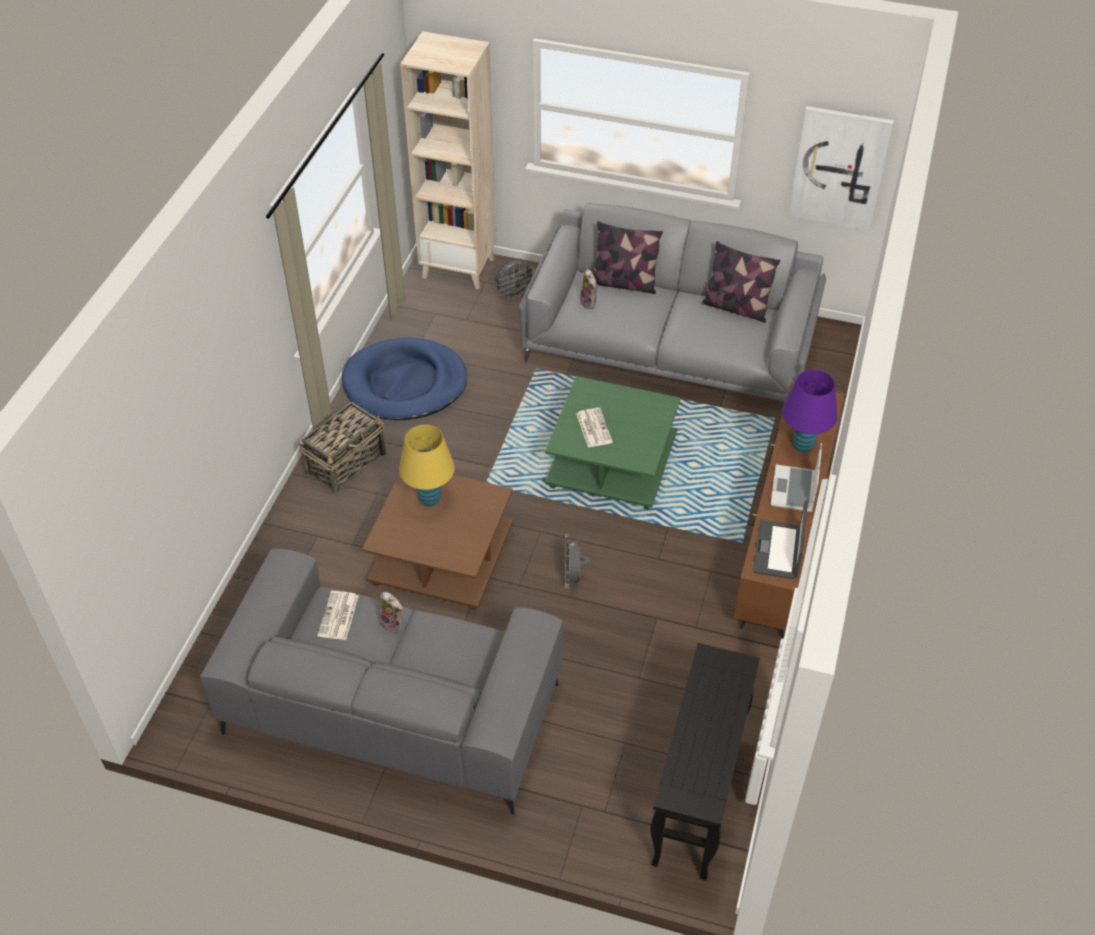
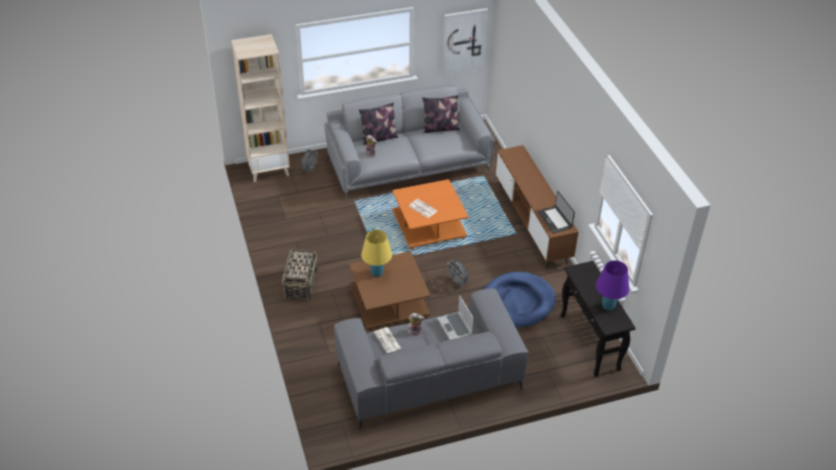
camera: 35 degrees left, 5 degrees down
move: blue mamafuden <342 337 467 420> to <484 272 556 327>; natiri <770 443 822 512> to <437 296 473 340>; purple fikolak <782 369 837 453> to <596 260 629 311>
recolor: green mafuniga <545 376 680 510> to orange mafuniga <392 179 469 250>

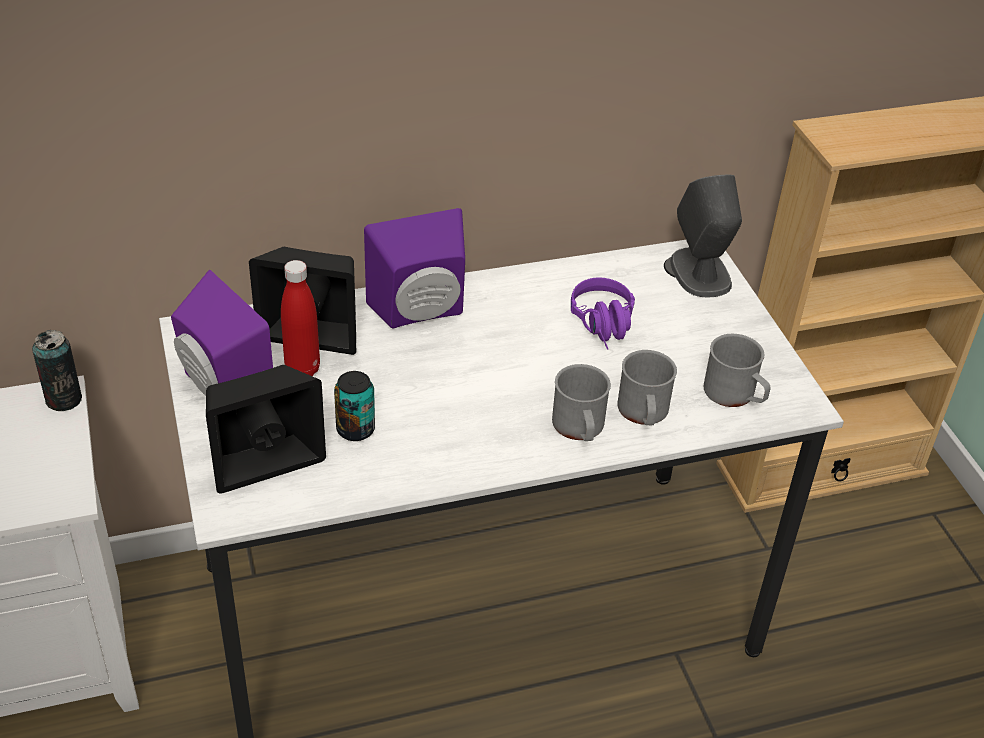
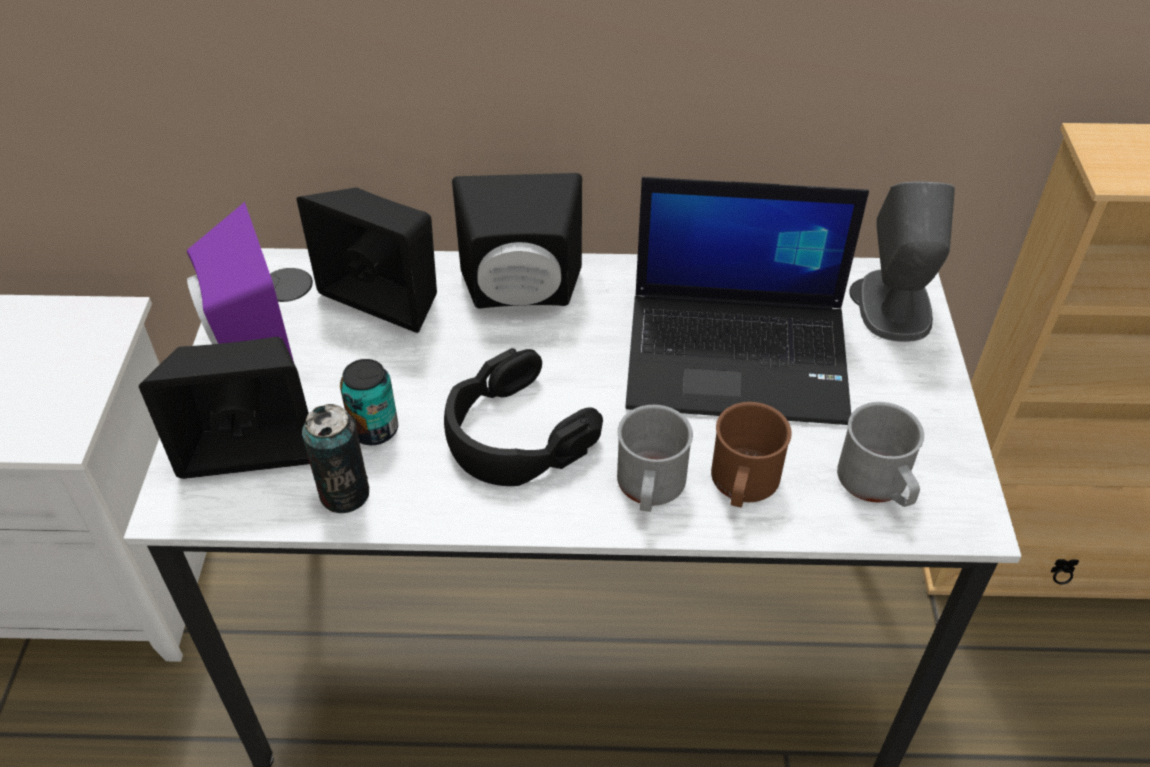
camera: 20 degrees right, 5 degrees up
delete: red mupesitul <281 260 320 376>
insert: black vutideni <444 348 603 486>
move: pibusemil <32 330 82 411> to <302 404 369 513>
replace: purple vutideni <571 278 635 350> to natiri <625 177 869 425>
recolor: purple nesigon <364 208 465 328> to black nesigon <452 173 582 309>; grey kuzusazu <617 350 677 425> to brown kuzusazu <711 402 792 507>

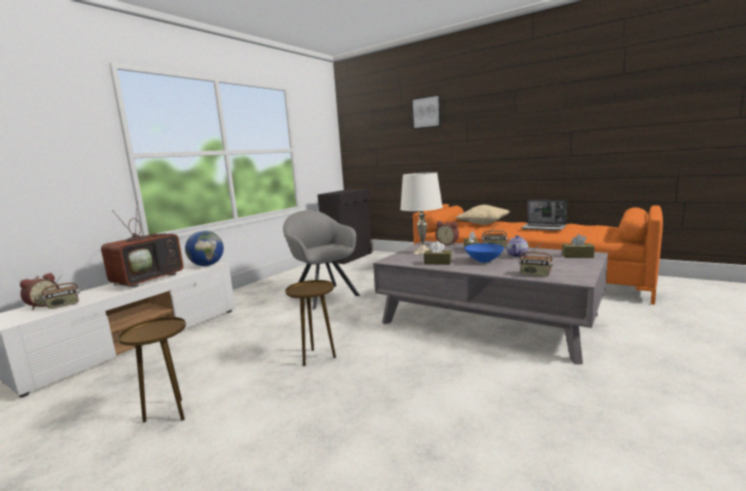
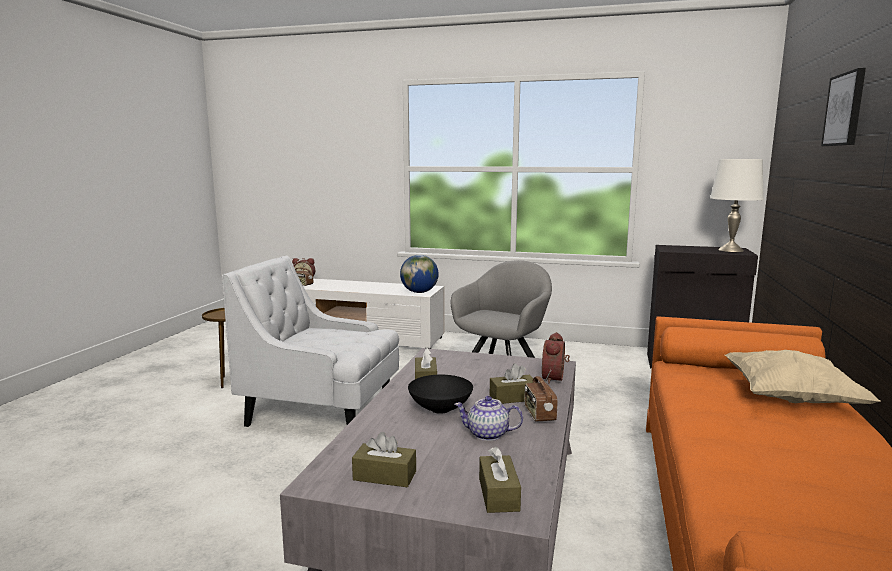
camera: 70 degrees right, 0 degrees up
delete: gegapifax <101 201 183 287>; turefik <519 242 553 277>; natiri <521 200 567 231>
insert: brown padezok <352 432 416 487>
move: white fikolak <400 172 443 255> to <710 159 764 252>
replace: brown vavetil <285 280 336 366> to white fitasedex <222 256 399 427>
recolor: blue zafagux <465 243 504 263> to black zafagux <408 375 473 414>

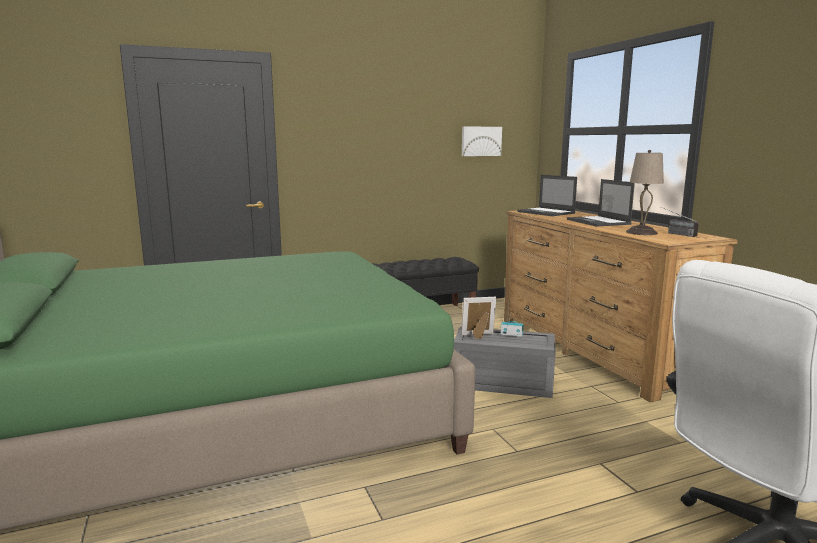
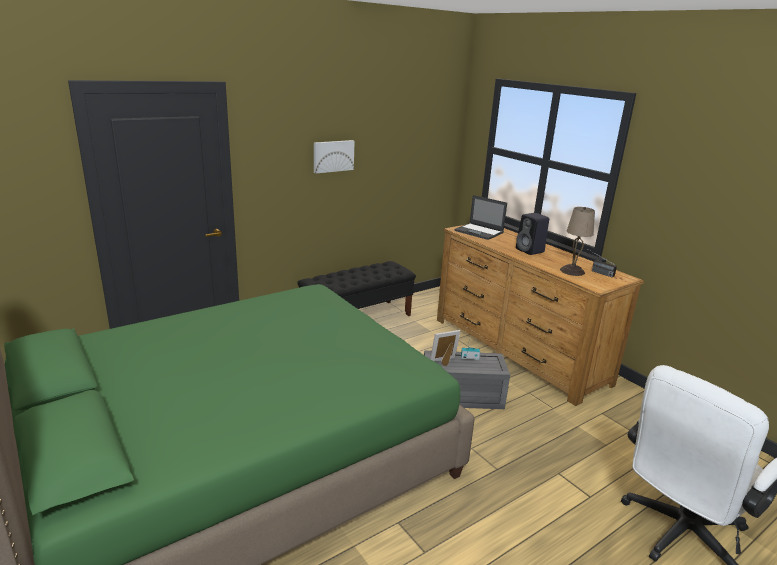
camera: 15 degrees left, 10 degrees up
move: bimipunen <462 126 502 156> to <314 140 355 173>
replace: natiri <567 179 635 227> to black nesigon <516 213 549 255>

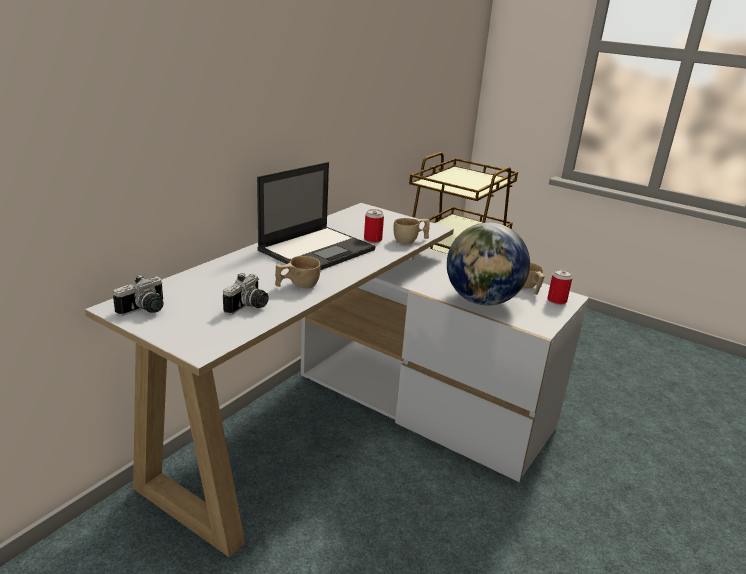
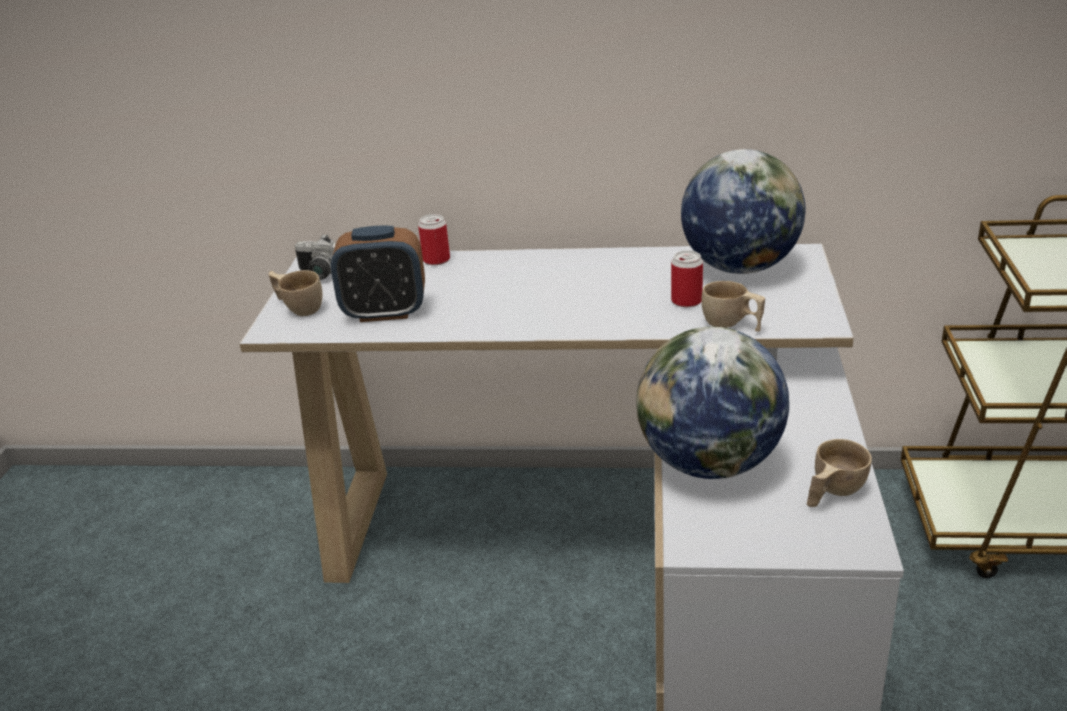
camera: 65 degrees right, 5 degrees up
delete: natiri <257 162 375 270>
insert: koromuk <681 149 806 274>
move: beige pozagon <275 256 321 288> to <269 270 322 316>; pibusemil <548 269 573 305> to <418 214 450 265>
replace: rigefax <223 273 269 315> to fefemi <331 226 425 322>

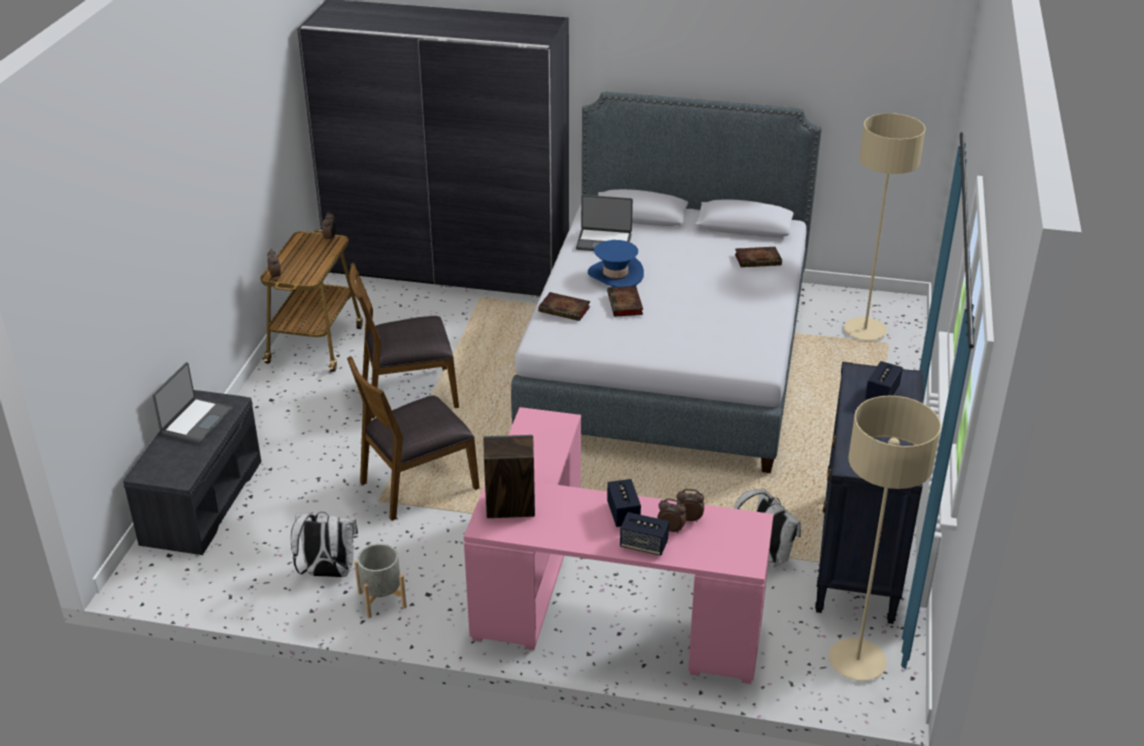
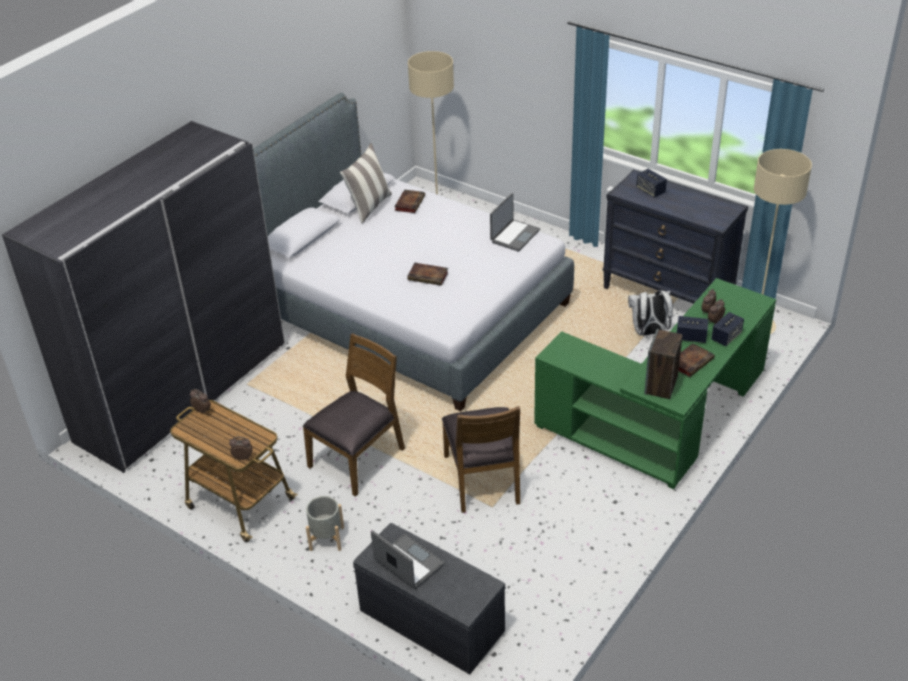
camera: 65 degrees left, 5 degrees up
delete: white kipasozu <291 512 358 577>; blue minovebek <588 240 644 287>
insert: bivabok <340 143 392 224>
move: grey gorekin <354 544 407 618> to <306 496 344 551>; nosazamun <538 292 590 321> to <678 343 715 377>; natiri <576 195 633 251> to <490 193 540 252>
recolor: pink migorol <464 407 774 684> to green migorol <534 278 776 489>
rotate: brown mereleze <349 263 459 419> = <303 333 405 497> 150 degrees counterclockwise

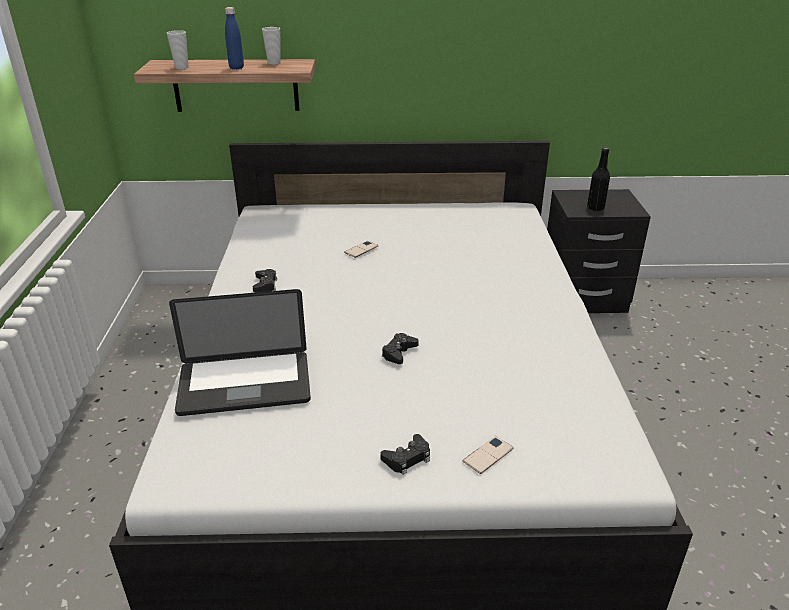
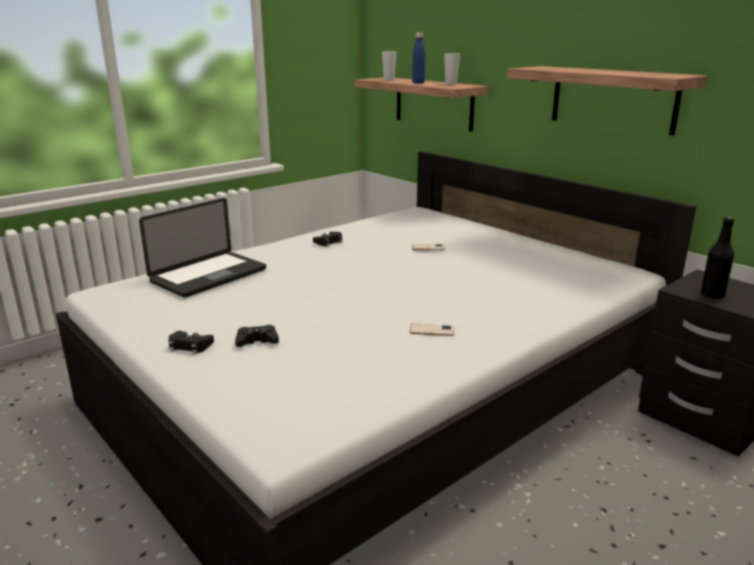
camera: 50 degrees right, 10 degrees down
insert: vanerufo <507 66 708 136>
move: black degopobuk <382 333 419 364> to <235 325 279 347>; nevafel <463 436 514 474> to <410 324 454 336>
rotate: natiri <169 289 311 416> = <139 198 266 298> 90 degrees counterclockwise

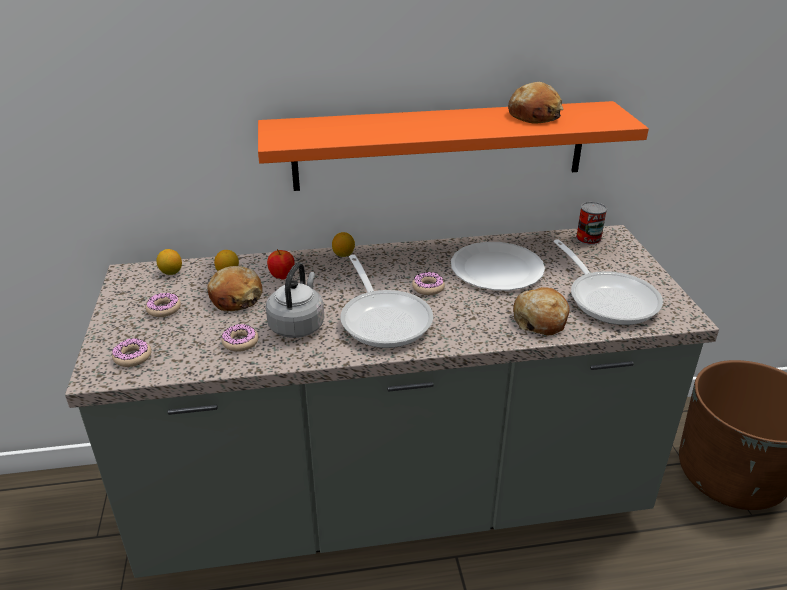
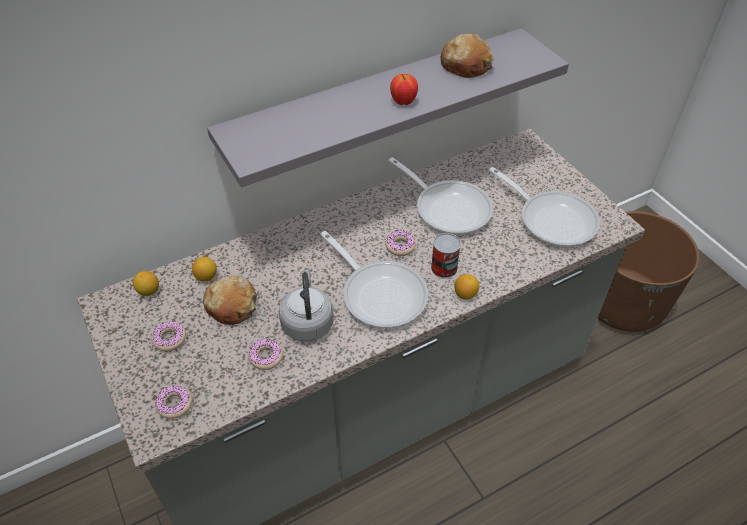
camera: 20 degrees left, 15 degrees up
delete: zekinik <513 287 570 335>
move: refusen <267 249 294 280> to <390 74 418 105>; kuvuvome <332 232 355 257> to <455 274 479 300>; pibusemil <576 202 607 245> to <431 233 461 278>
replace: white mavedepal <451 242 545 291> to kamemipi <389 157 493 235>
recolor: orange vanerufo <258 101 649 191> to grey vanerufo <207 28 569 187>

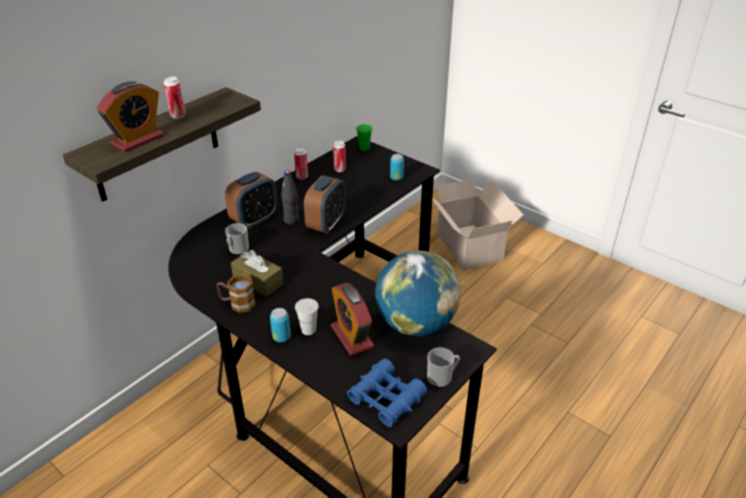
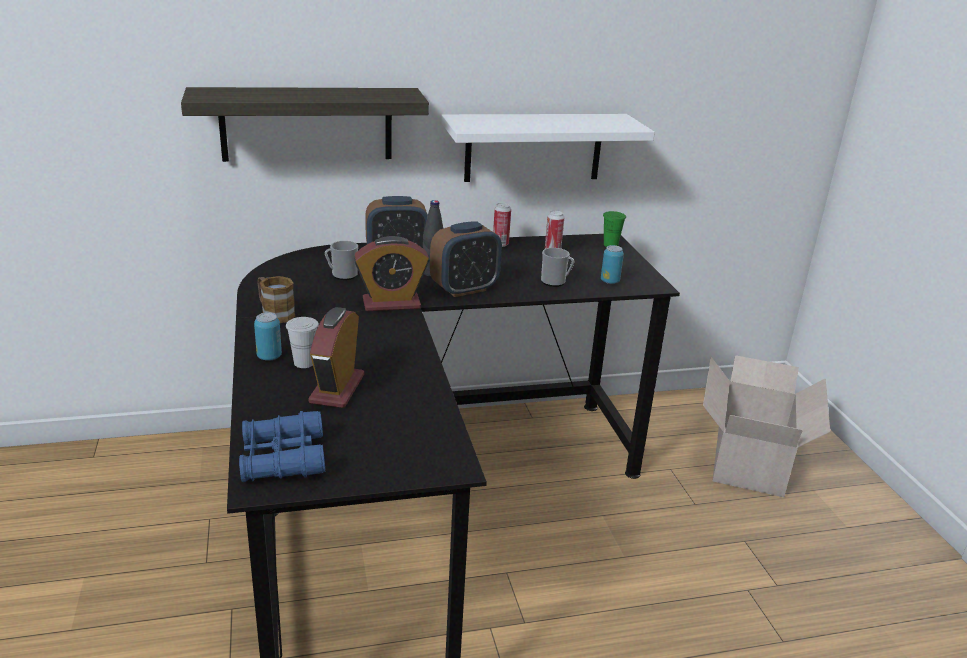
camera: 35 degrees right, 10 degrees down
delete: pibusemil <163 76 185 119>; brown padezok <231 250 284 297>; koromuk <375 251 461 336>
insert: white vanerufo <441 114 655 182>
move: fefemi <97 81 164 152> to <354 236 429 311>; kuzusazu <427 347 460 388> to <541 248 575 287>

